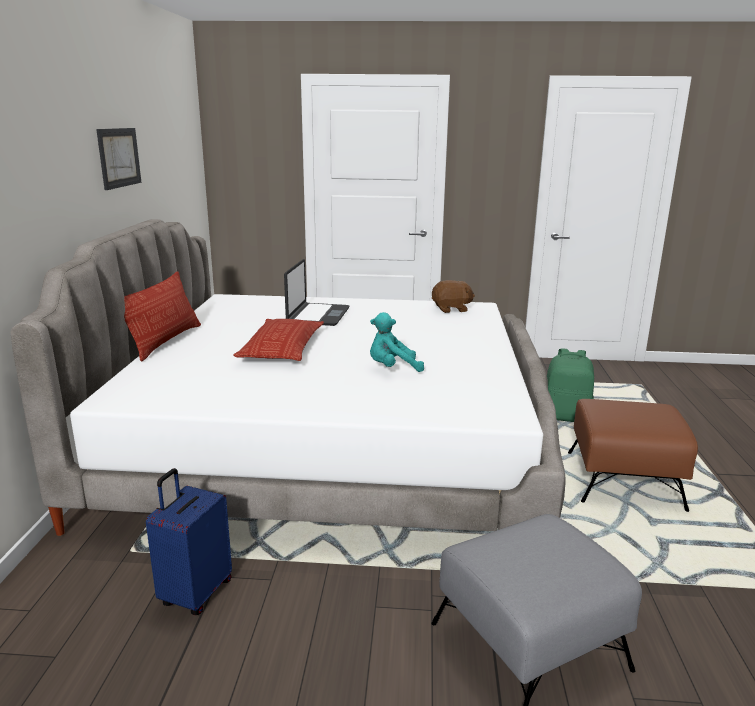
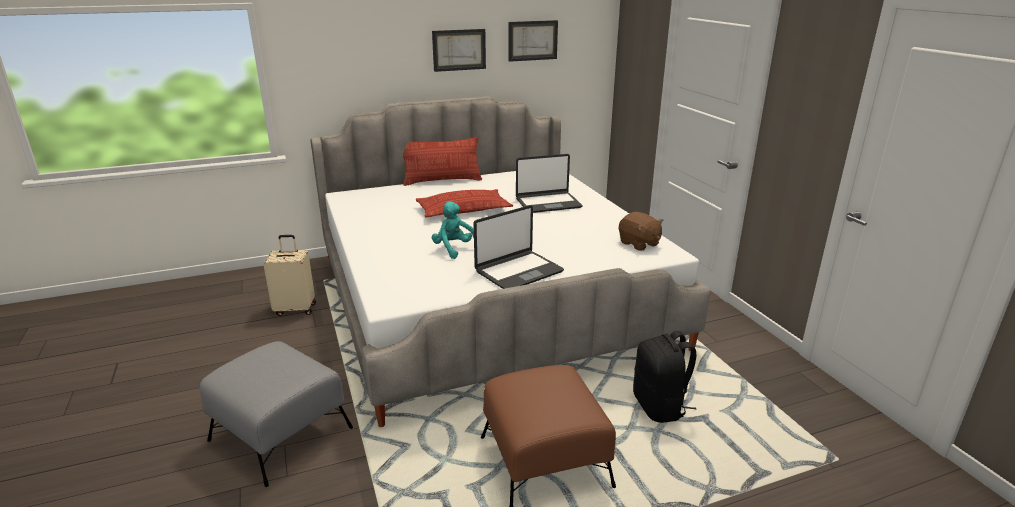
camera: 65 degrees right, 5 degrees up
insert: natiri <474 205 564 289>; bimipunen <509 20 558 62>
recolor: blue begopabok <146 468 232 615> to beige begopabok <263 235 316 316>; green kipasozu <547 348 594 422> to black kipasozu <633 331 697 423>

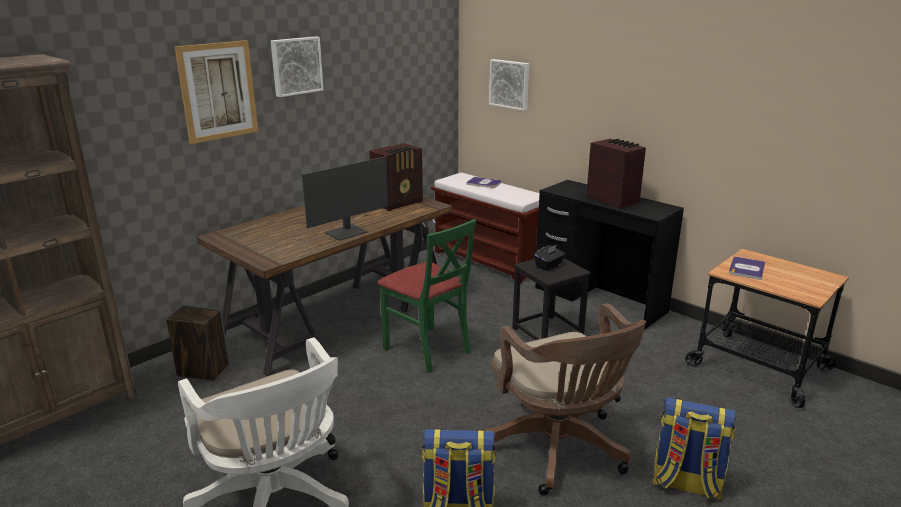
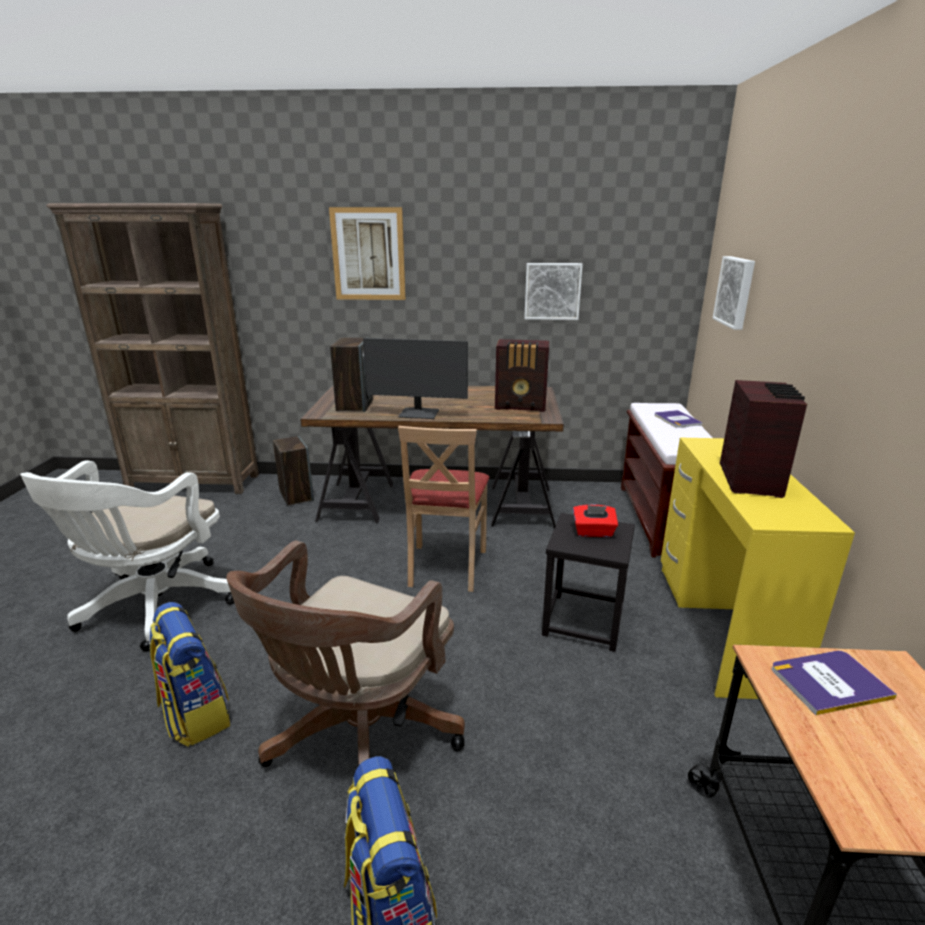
camera: 50 degrees right, 0 degrees up
insert: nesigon <330 337 373 412>
move: bimipunen <271 36 324 97> to <524 263 583 320>
recolor: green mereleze <378 219 476 373> to beige mereleze <398 426 489 592>; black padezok <534 245 565 271> to red padezok <573 505 618 537>; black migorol <535 180 684 330> to yellow migorol <661 438 855 699>

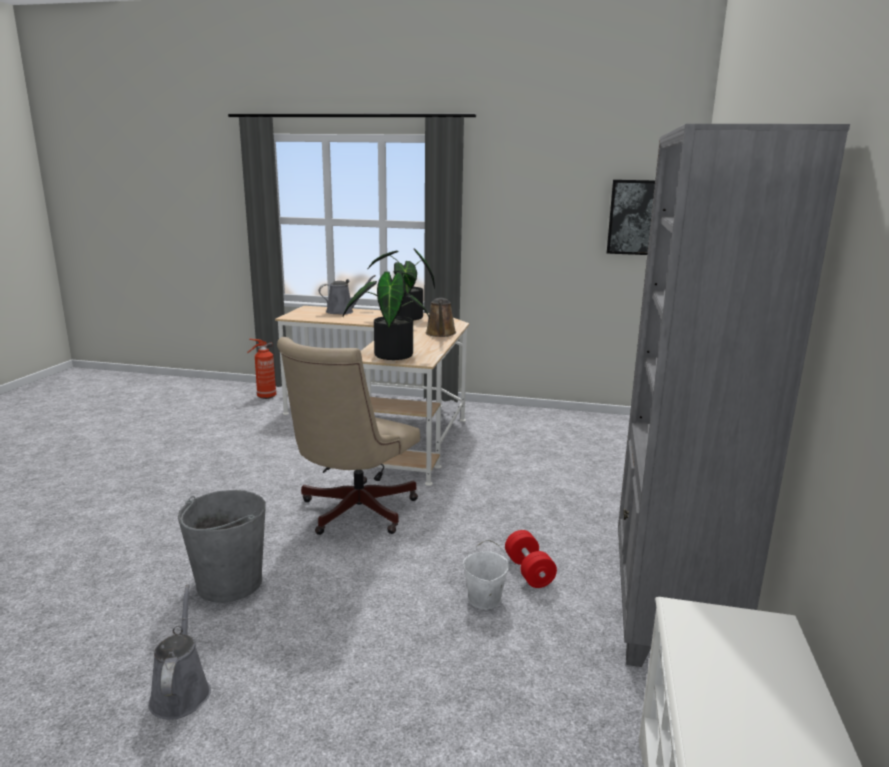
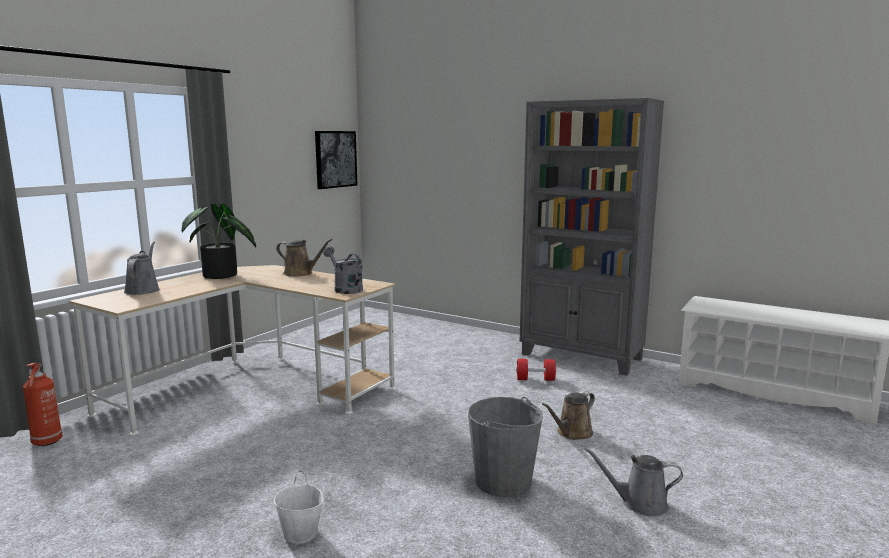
camera: 70 degrees left, 5 degrees down
delete: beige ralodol <277 337 420 535>
insert: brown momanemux <542 392 595 440>
move: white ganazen <463 540 509 610> to <274 471 324 544>
replace: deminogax <343 270 430 360> to grey momanemux <323 247 363 294>

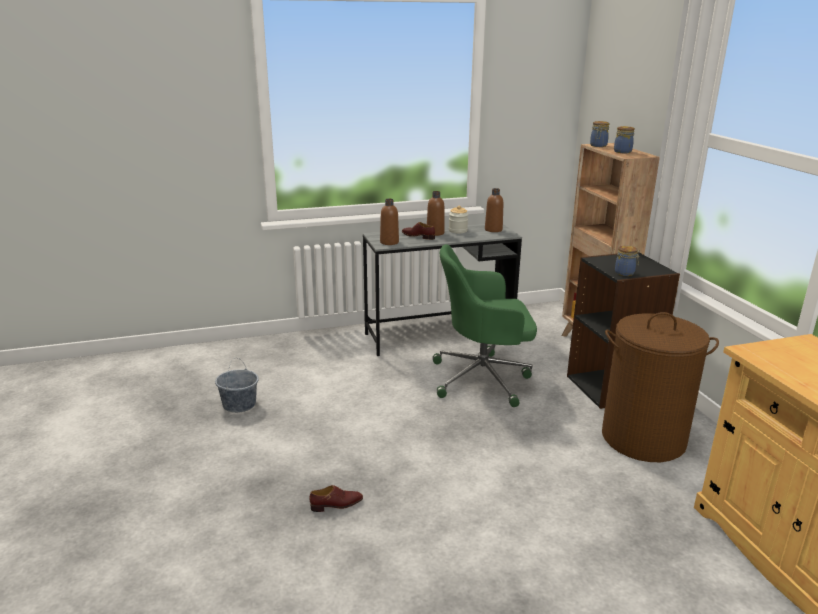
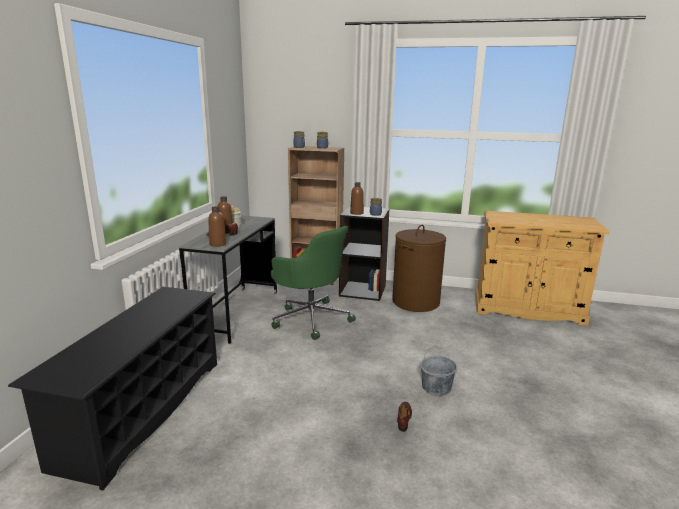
camera: 60 degrees left, 5 degrees down
insert: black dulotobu <8 287 217 491>
move: grey ganazen <215 358 259 413> to <420 347 457 396>; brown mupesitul <485 188 503 232> to <350 182 364 215>
rotate: green ralodol <433 244 537 407> = <271 226 356 340> 75 degrees counterclockwise

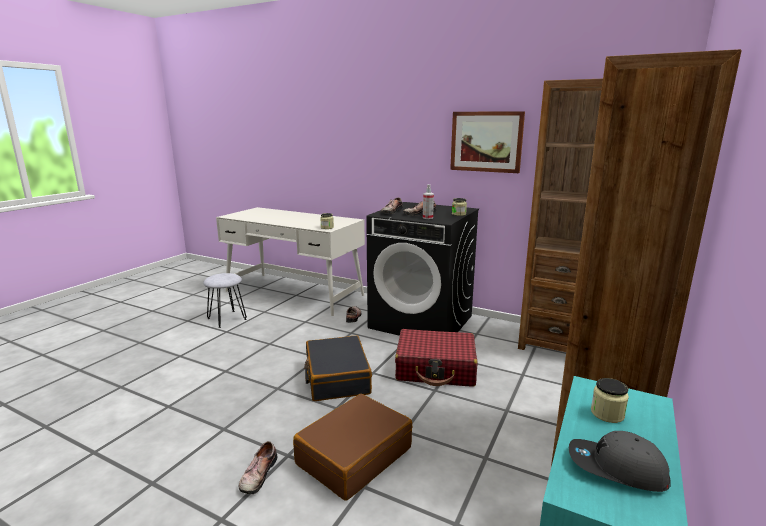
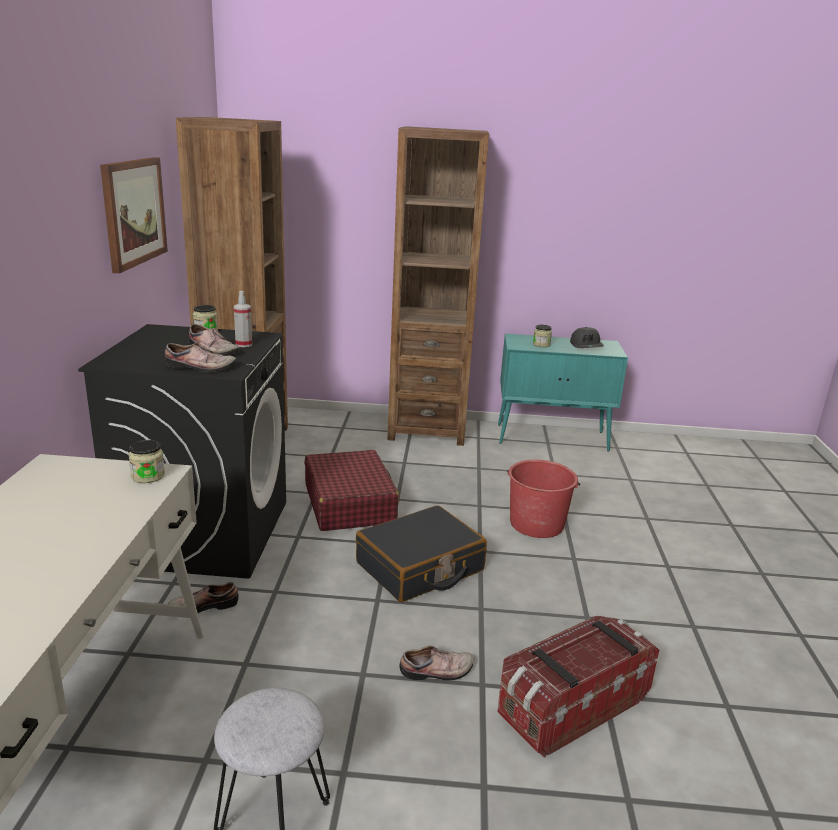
camera: 115 degrees left, 5 degrees up
insert: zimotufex <497 616 659 758>
move: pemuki <239 441 278 494> to <399 645 473 681>
replace: brown begopabok <293 394 412 501> to red ganazen <507 460 580 538>

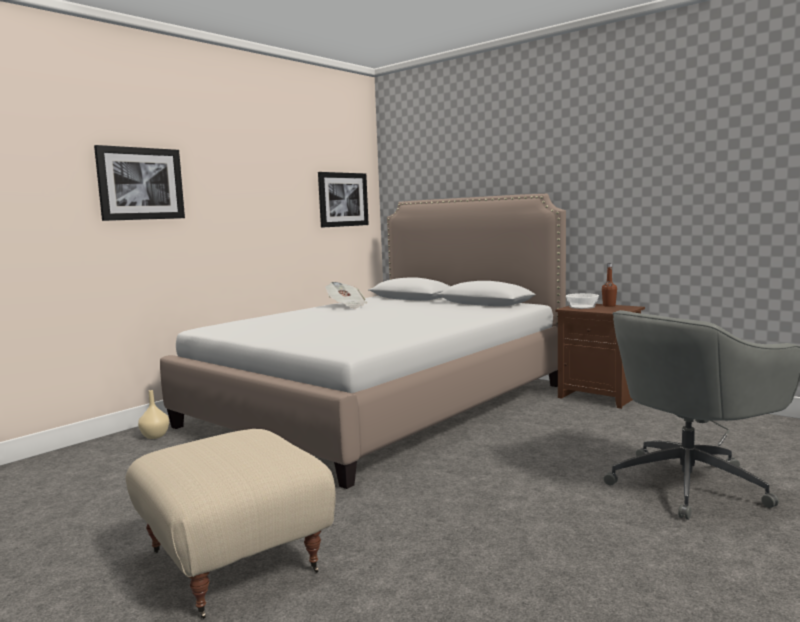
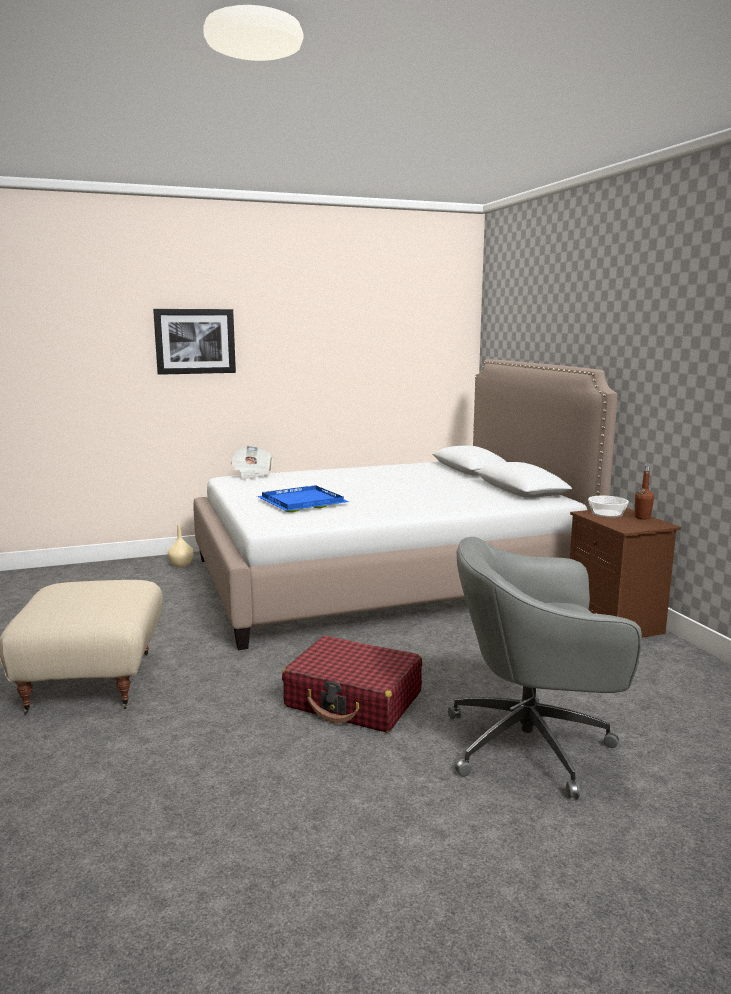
camera: 30 degrees right, 5 degrees up
delete: bimipunen <318 172 369 228>
insert: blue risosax <257 485 349 512>; red begopabok <282 636 422 733>
move: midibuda <325 282 367 308> to <231 446 273 479>

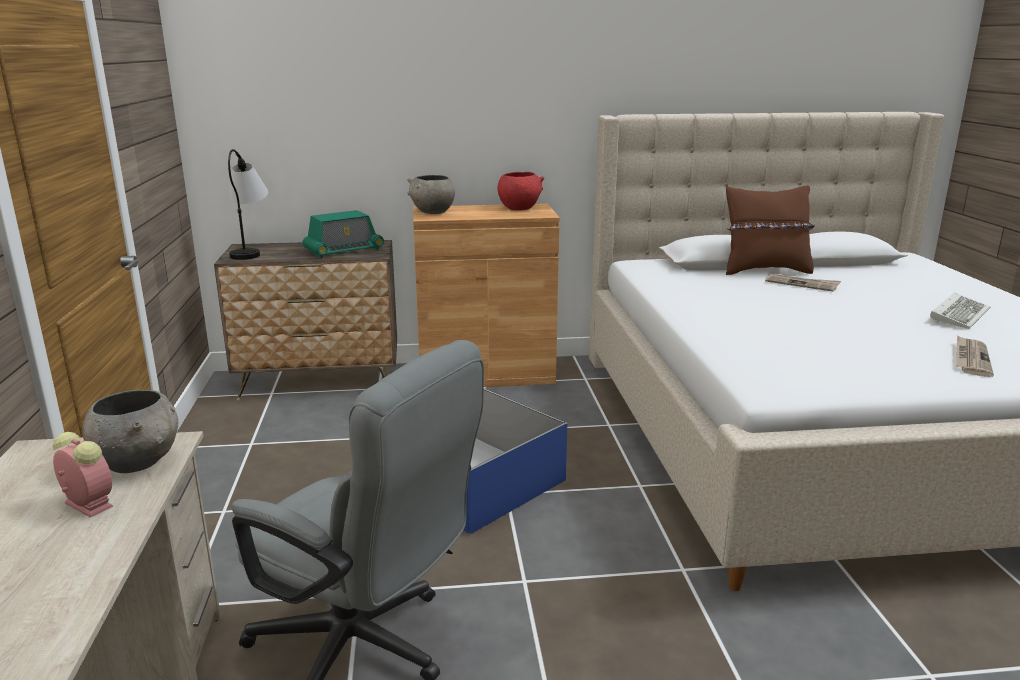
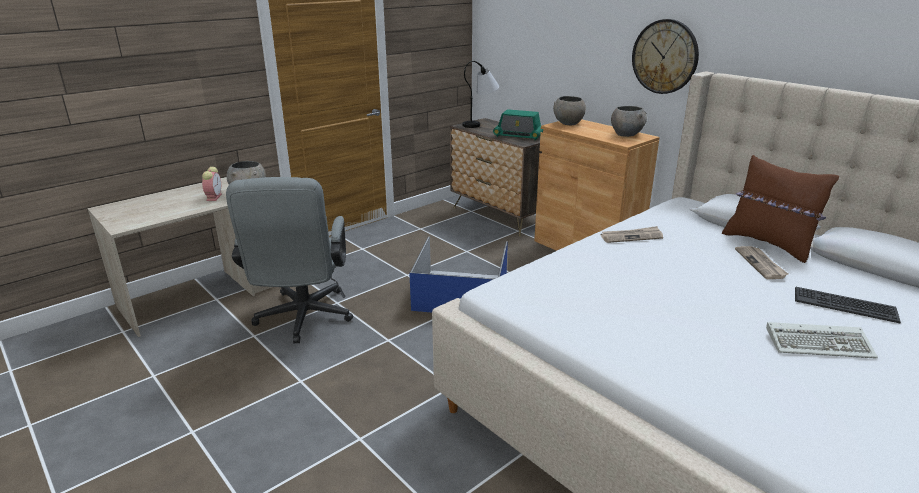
camera: 55 degrees right, 5 degrees up
insert: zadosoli <632 19 699 94>; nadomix <795 287 901 323>
move: midibuda <956 335 994 377> to <601 226 663 243>
recolor: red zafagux <498 172 544 210> to grey zafagux <611 106 647 137>

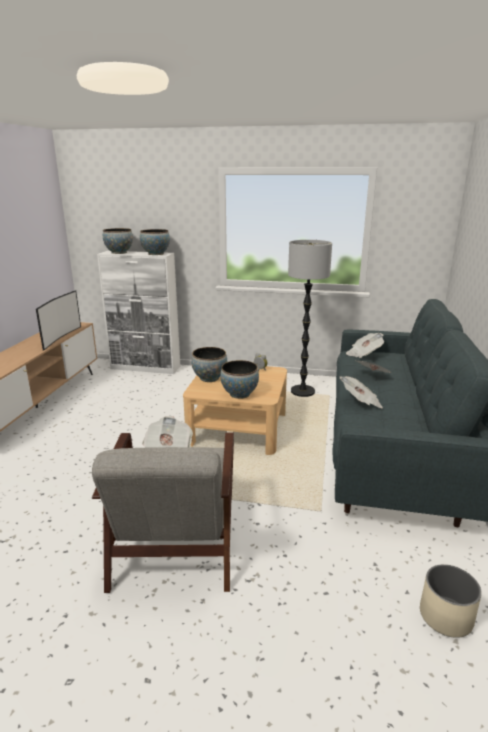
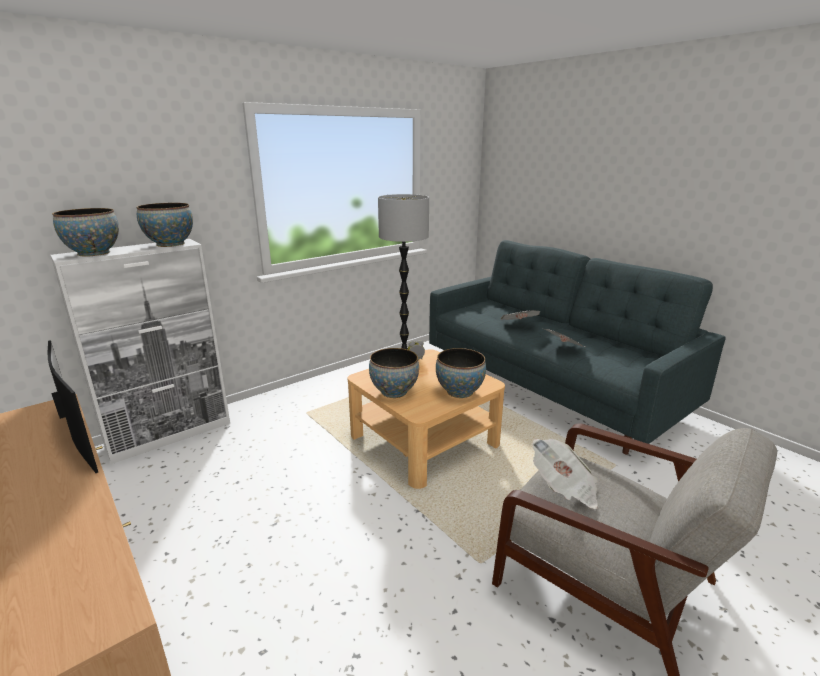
camera: 50 degrees left, 0 degrees up
delete: midibuda <346 333 384 358>; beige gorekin <420 564 482 638>

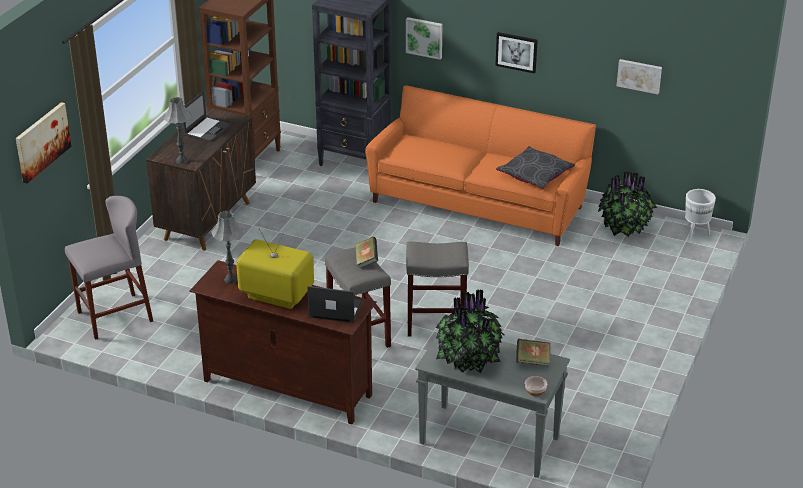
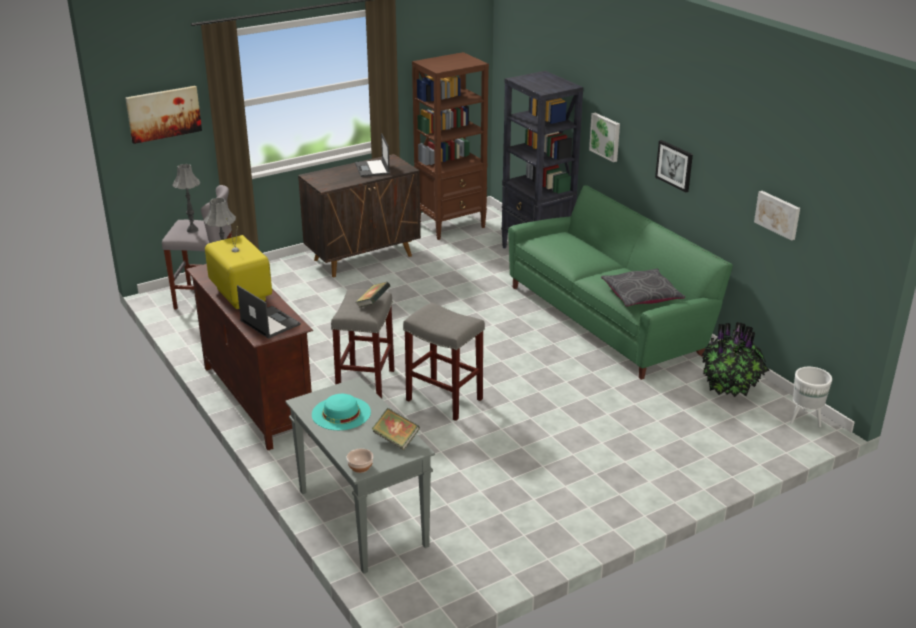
camera: 35 degrees right, 5 degrees down
move: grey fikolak <164 97 192 164> to <172 164 200 233>
replace: deminogax <436 289 504 373> to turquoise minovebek <312 394 371 430>
recolor: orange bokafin <365 85 596 246> to green bokafin <508 185 733 380>
rotate: natiri <183 91 231 142> = <355 133 390 177> 105 degrees clockwise

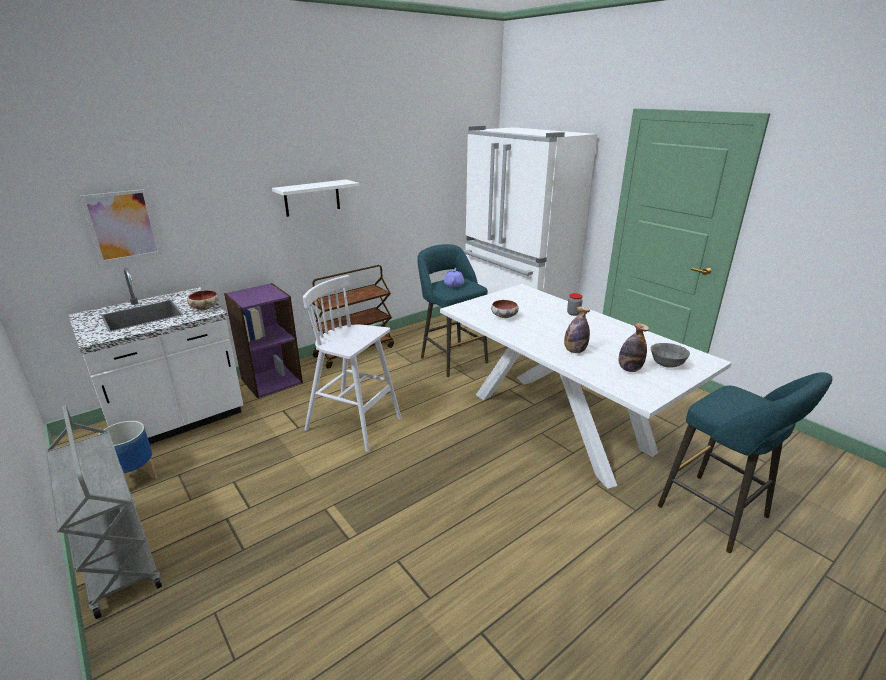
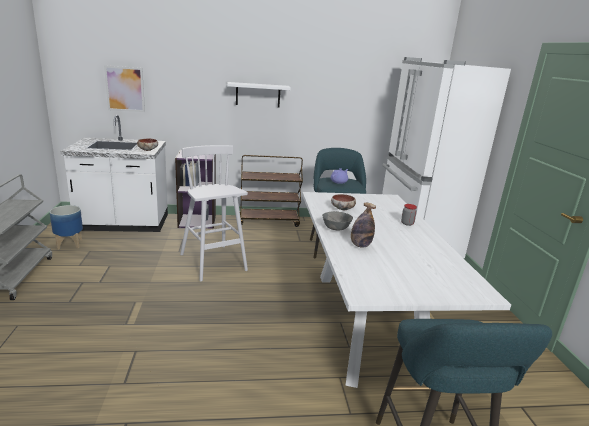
camera: 30 degrees right, 5 degrees down
delete: mupesitul <619 323 649 372>
move: grey zafagux <651 343 690 368> to <322 211 353 230>

